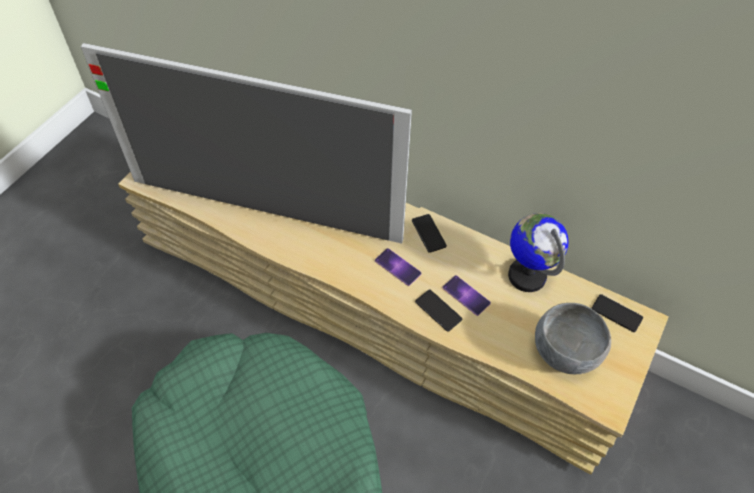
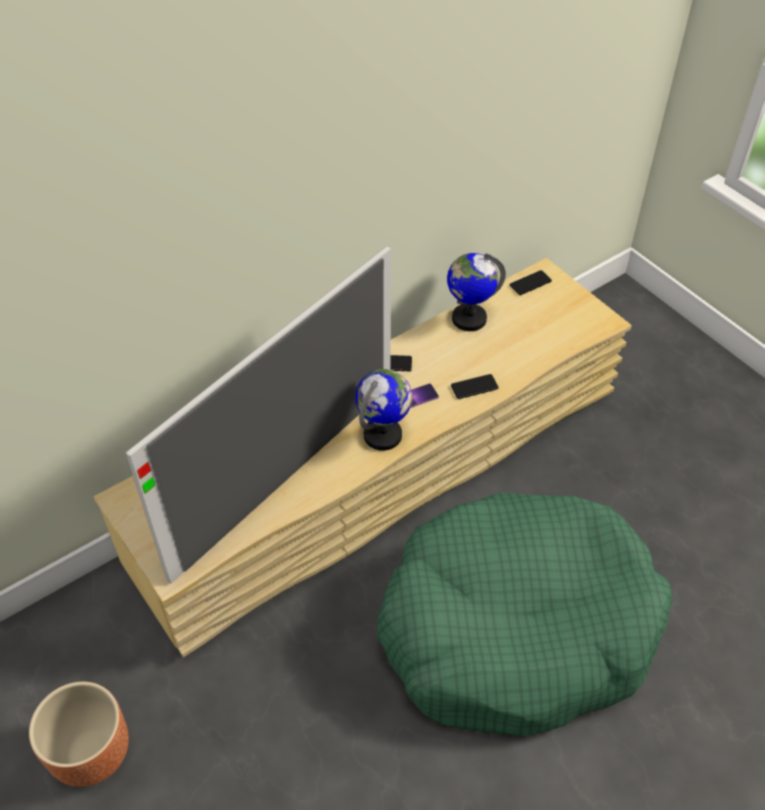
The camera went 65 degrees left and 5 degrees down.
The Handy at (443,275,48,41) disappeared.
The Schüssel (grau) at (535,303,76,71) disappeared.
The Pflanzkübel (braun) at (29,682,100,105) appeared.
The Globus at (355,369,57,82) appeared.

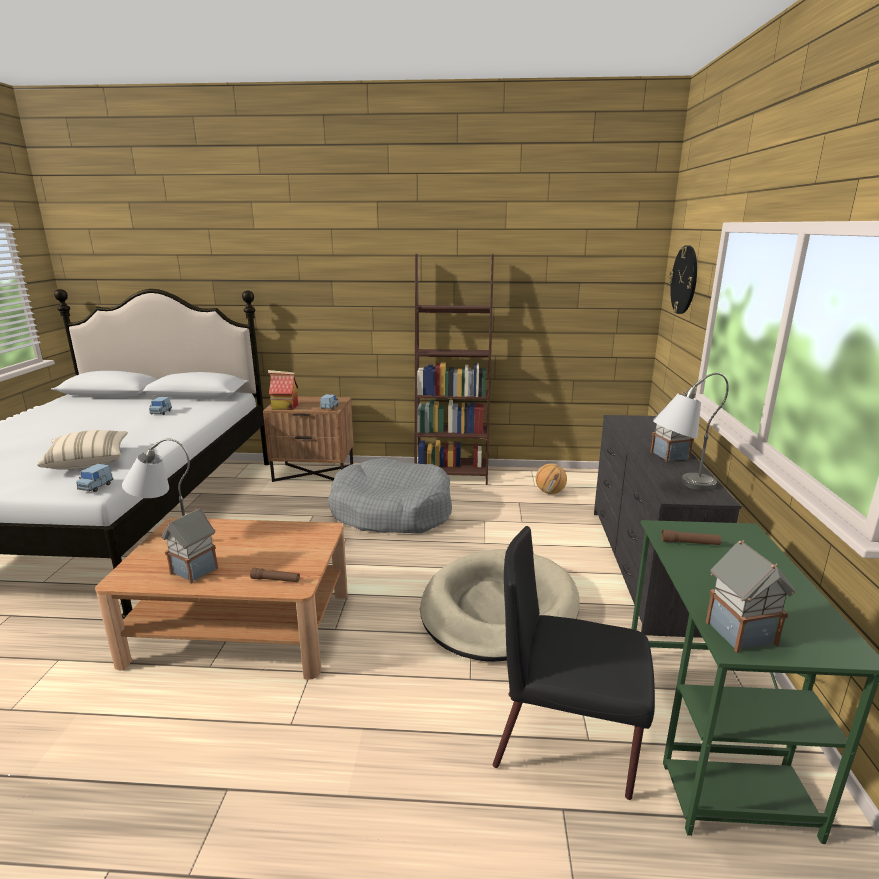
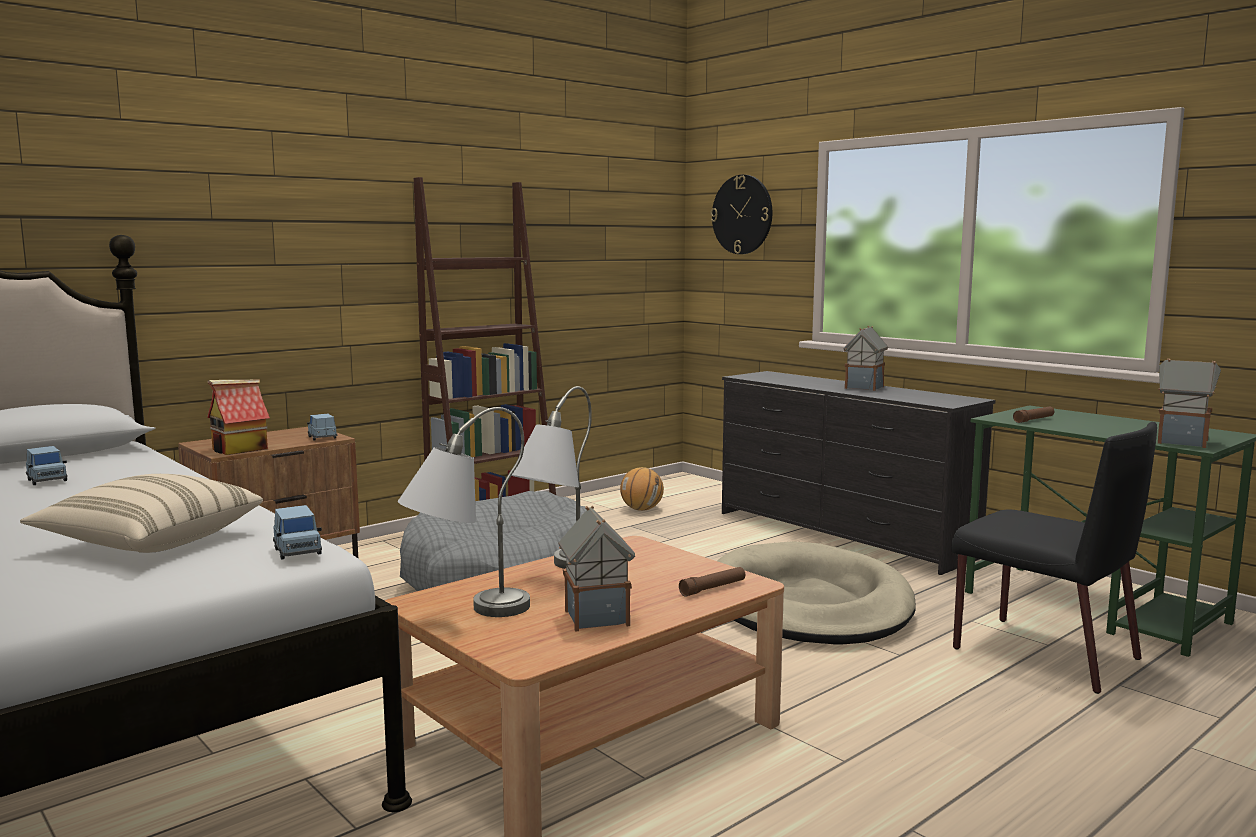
The camera went 45 degrees left and 10 degrees down.
The Tischlampe (grau) moved from (653,373,76,118) to (511,386,81,183).
The Stuhl (schwarz) at (493,526,162,274) turned 105 degrees counterclockwise.

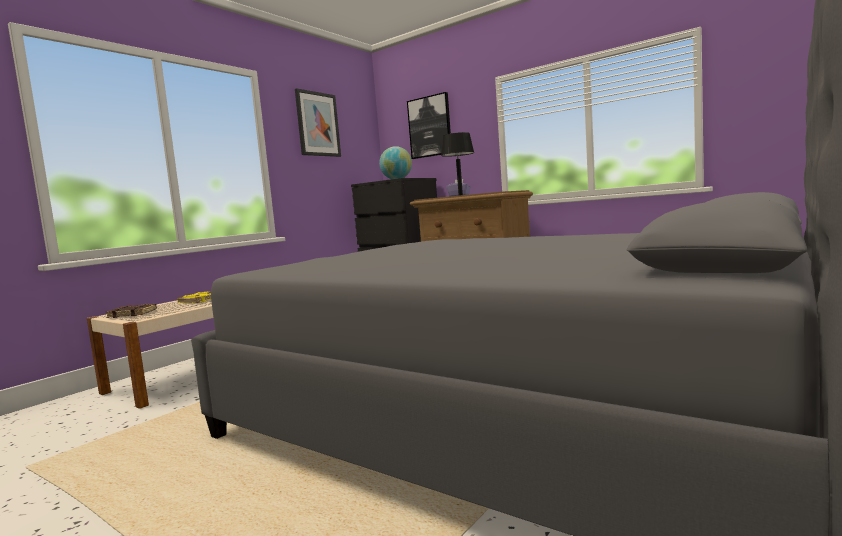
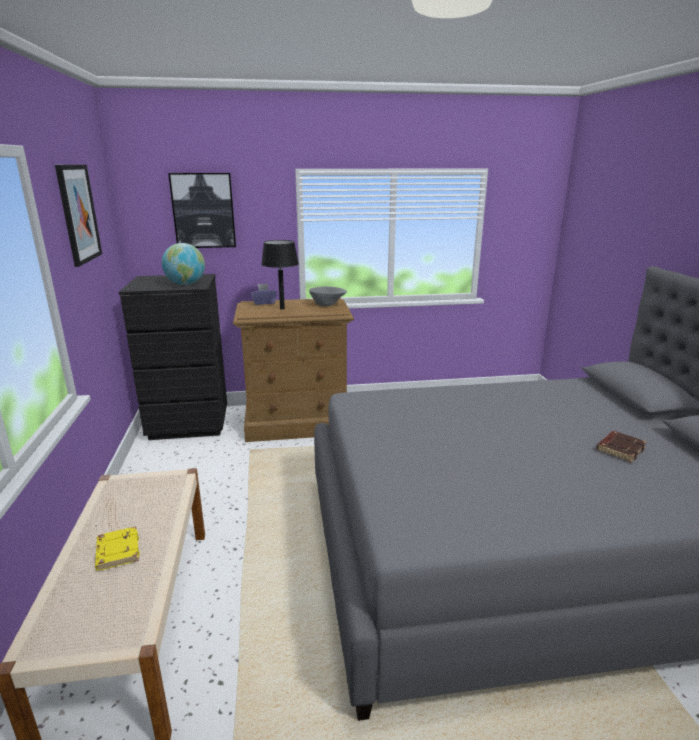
The camera went 45 degrees left and 15 degrees up.
The Schüssel (grau) at (309,286,38,20) appeared.
The Buch (braun) moved from (106,304,51,14) to (596,431,51,32).

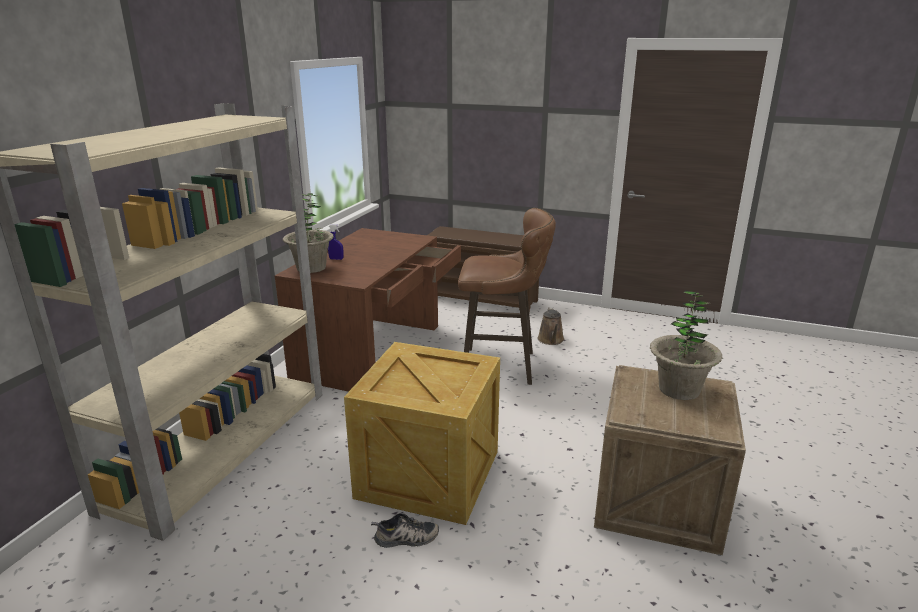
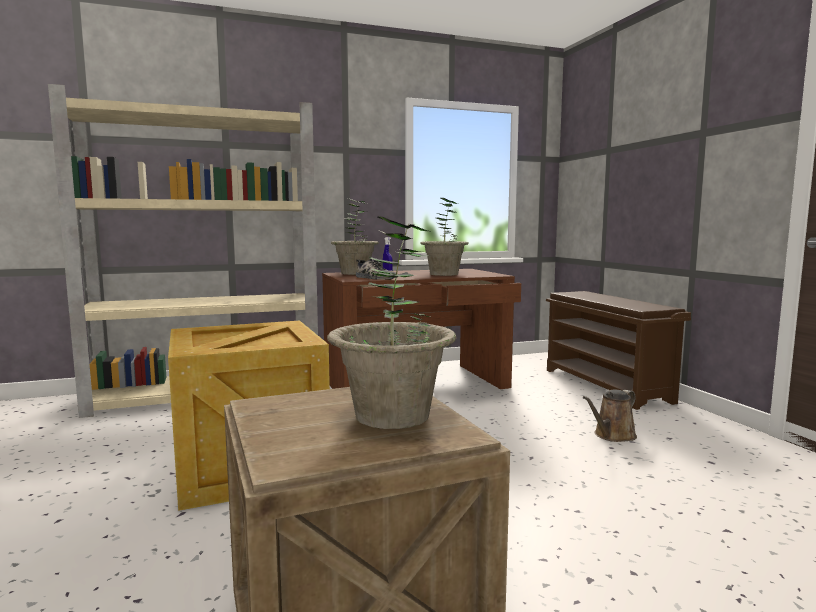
The camera went 50 degrees right and 15 degrees down.
The Hocker (braun) at (458,208,98,177) disappeared.
The Topfpflanze at (420,198,49,78) appeared.
The Schuh moved from (371,513,68,35) to (356,259,38,21).

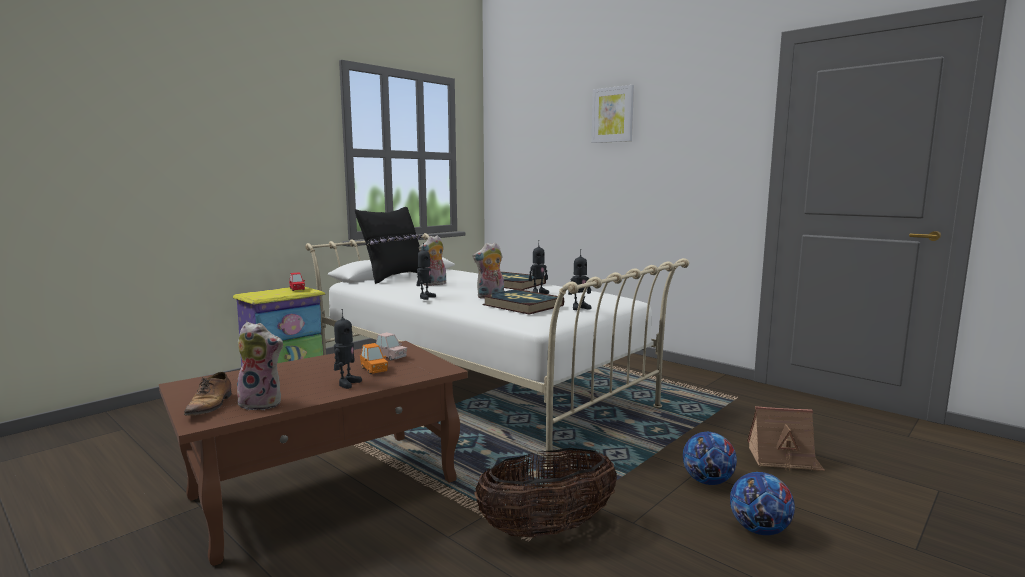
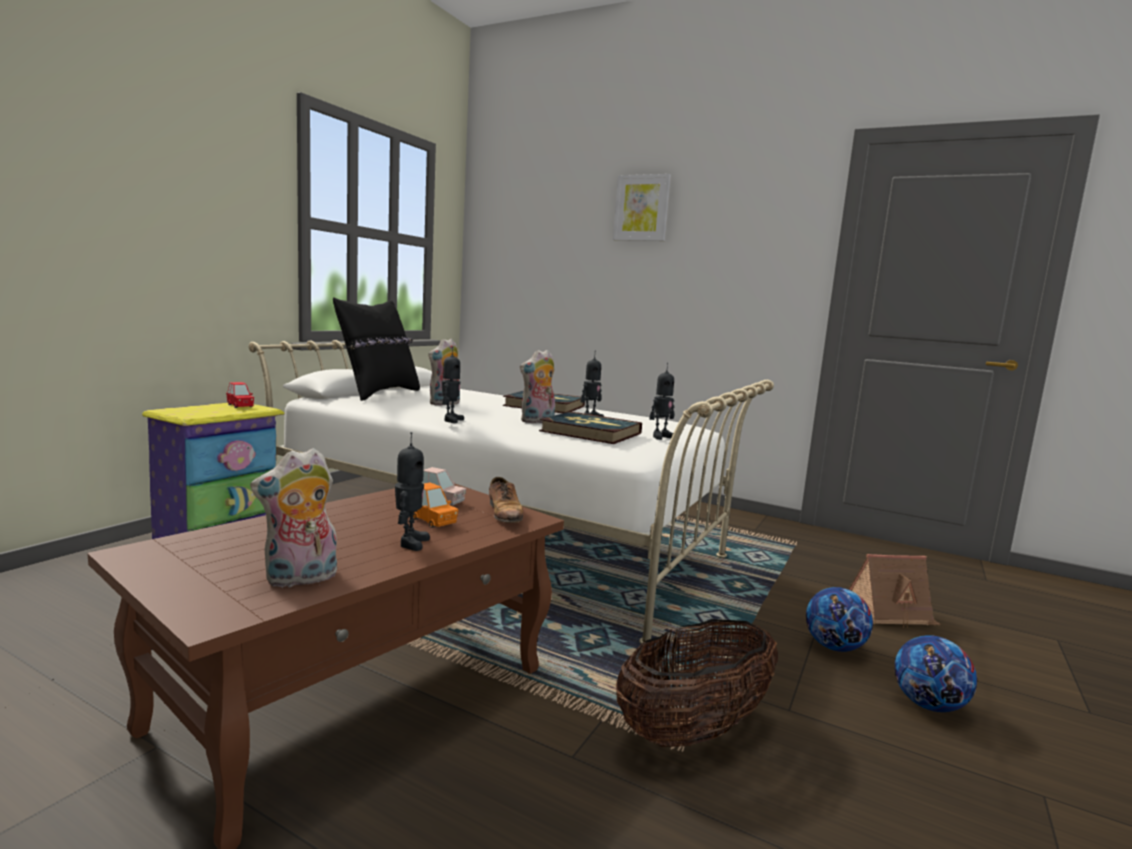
The camera went 15 degrees left and 0 degrees up.
The Schuh moved from (184,372,48,44) to (489,477,34,46).
The Plüschtier at (237,322,46,88) turned 150 degrees clockwise.

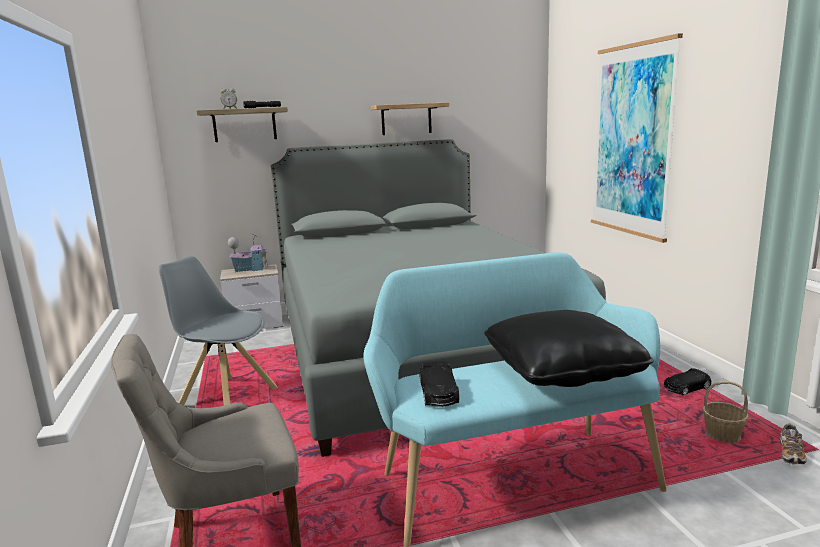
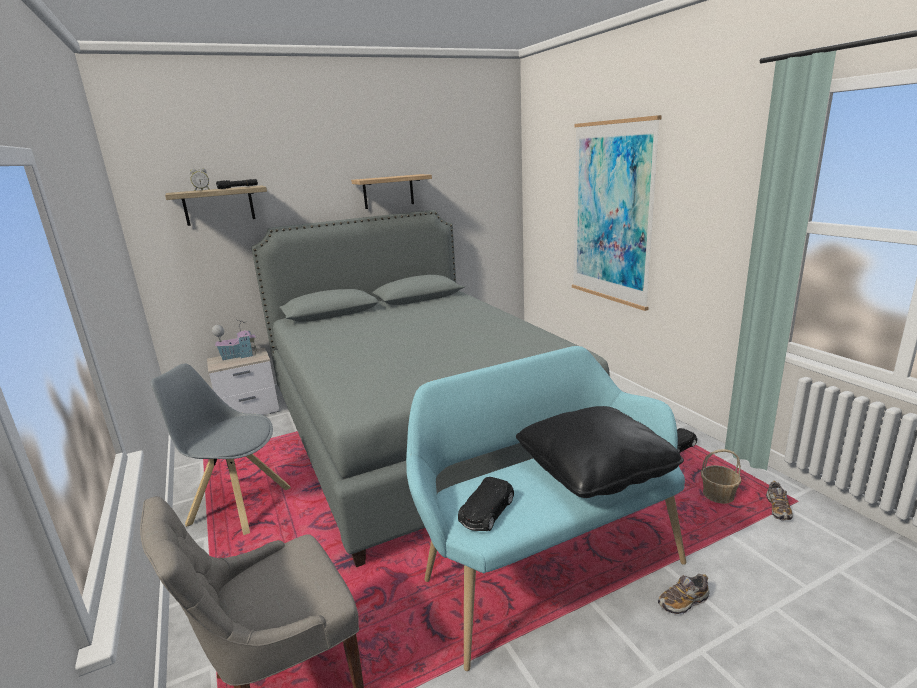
The camera went 10 degrees left and 5 degrees up.
The Schuh at (658,574,51,40) appeared.
The Spielzeugauto (schwarz) at (419,361,40,46) turned 45 degrees clockwise.

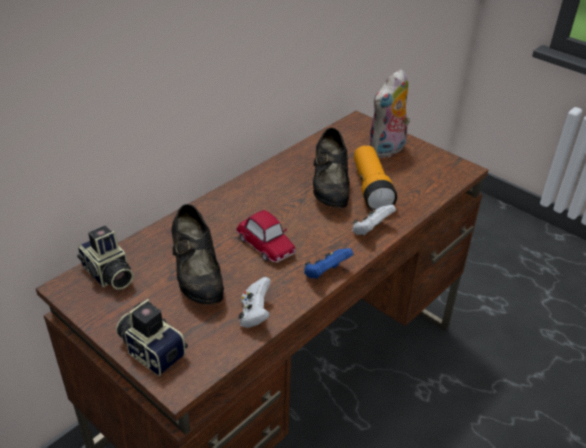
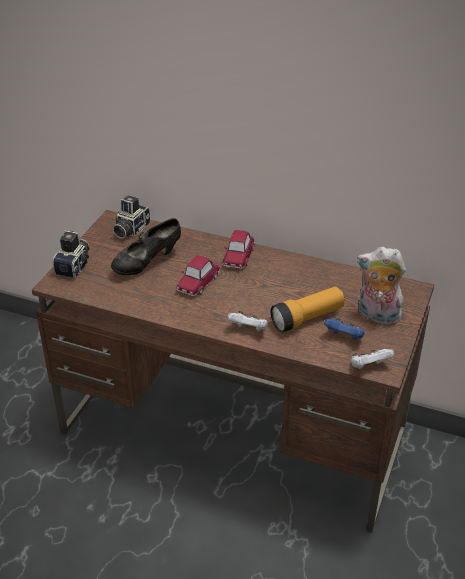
The camera went 70 degrees right and 0 degrees up.
The Schuh (schwarz) at (313,128,37,80) disappeared.
The Spielzeugauto at (223,230,32,39) appeared.
The Gamepad (weiß) moved from (239,277,32,51) to (351,349,43,20).
The Gamepad (blau) moved from (304,248,50,31) to (324,318,41,22).

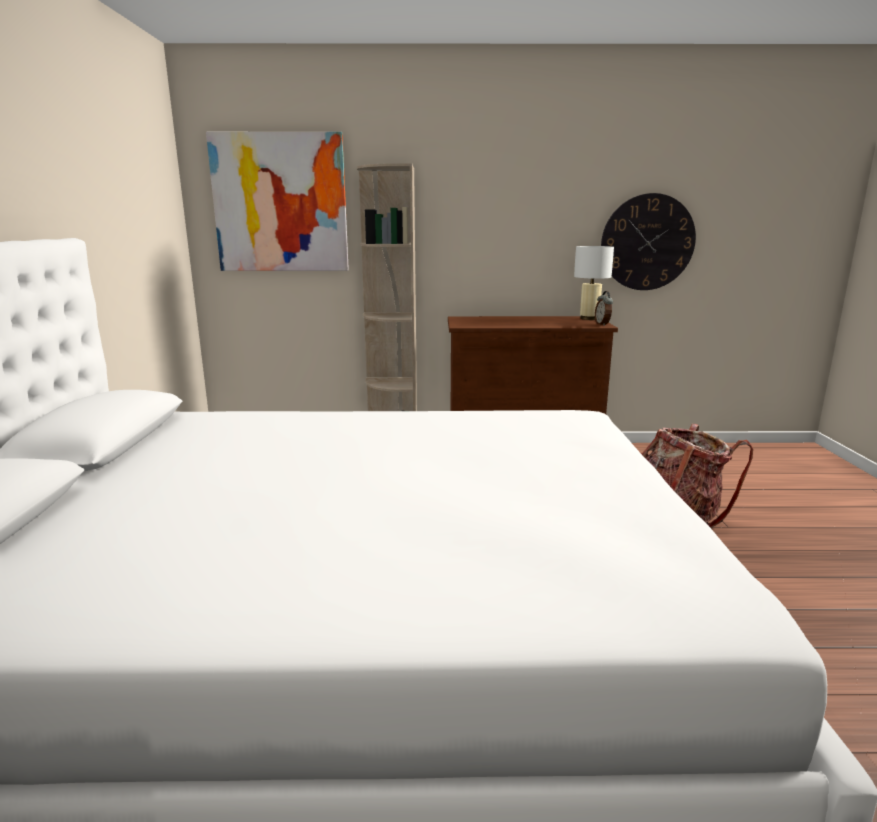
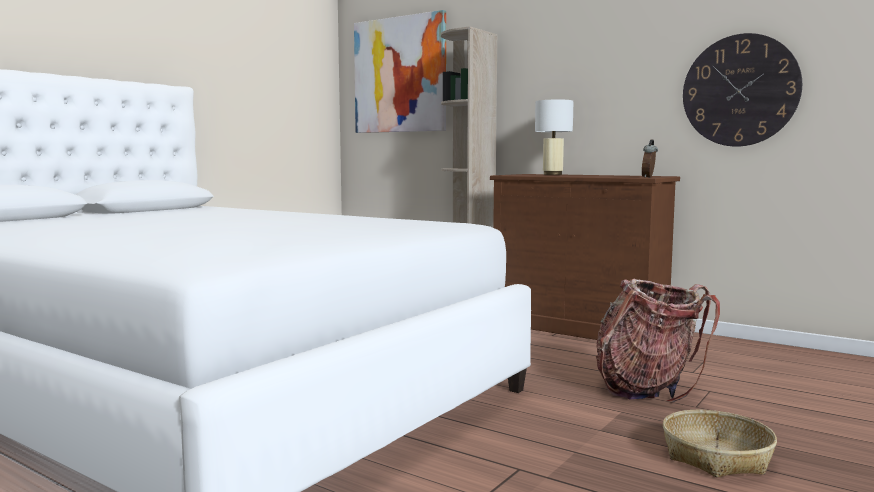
The camera went 35 degrees right and 10 degrees down.
The Korb at (663,410,114,67) appeared.
The Tischlampe (weiß) moved from (574,246,40,74) to (535,100,38,75).

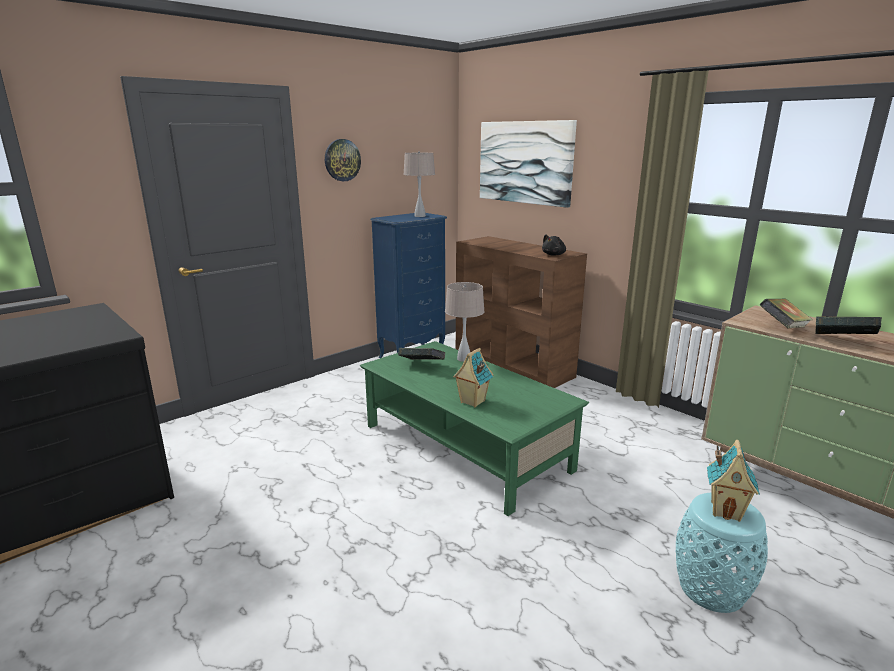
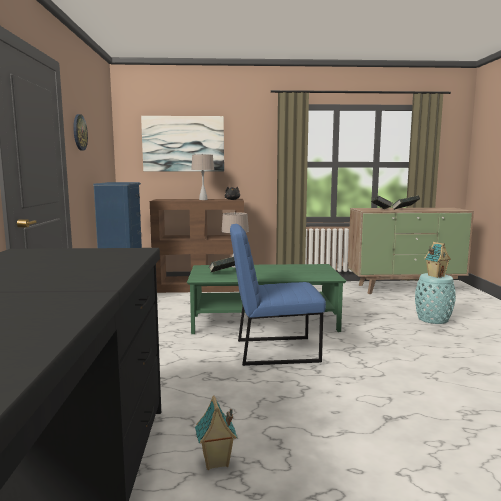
The camera went 50 degrees left and 10 degrees down.
The Stuhl (blau) at (230,224,96,142) appeared.
The Tischlampe (beige) moved from (403,151,32,66) to (191,154,23,46).
The Spielzeughaus moved from (453,348,40,60) to (195,395,43,75).

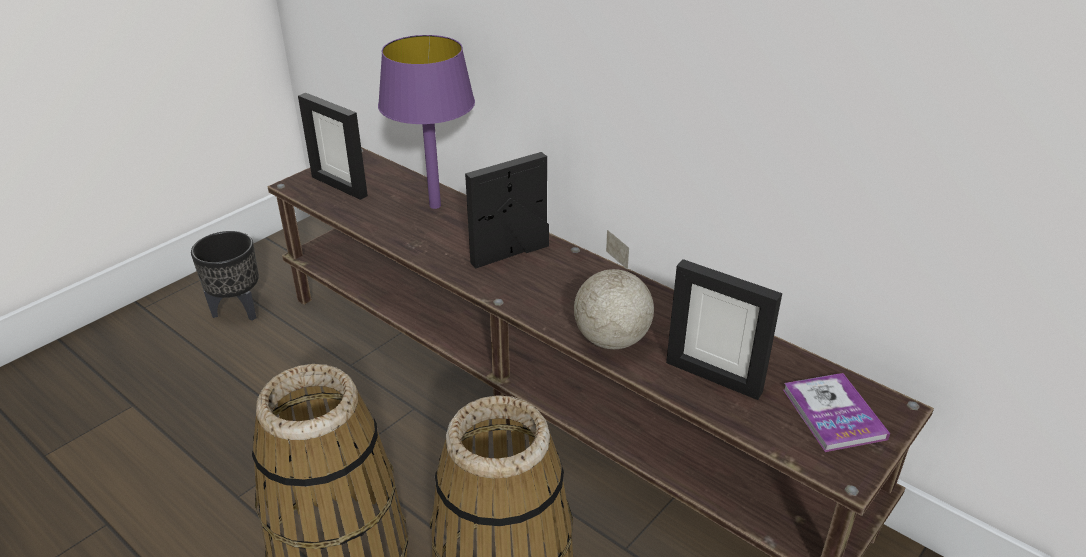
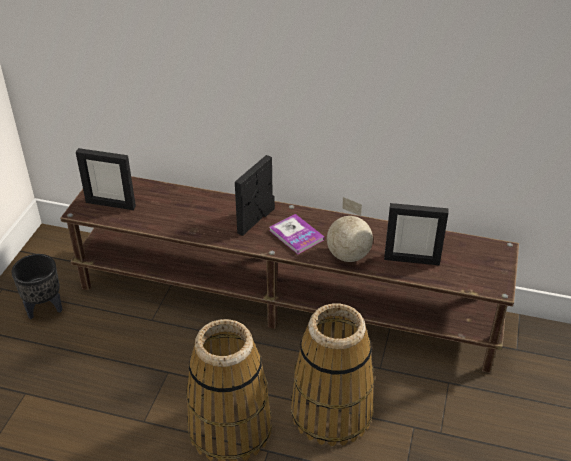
The camera went 25 degrees left and 5 degrees up.
The Tischlampe (lila) at (378,35,97,174) disappeared.
The Buch moved from (783,373,107,79) to (269,214,55,40).

